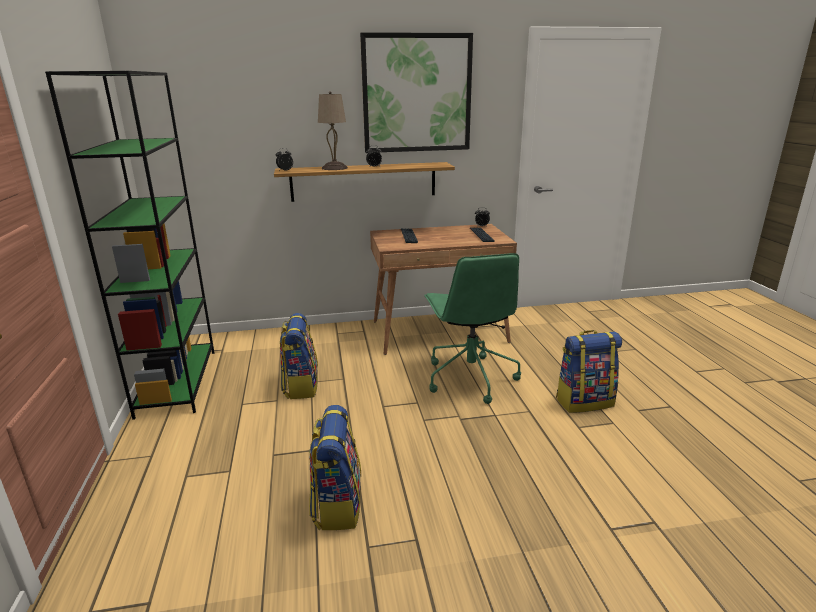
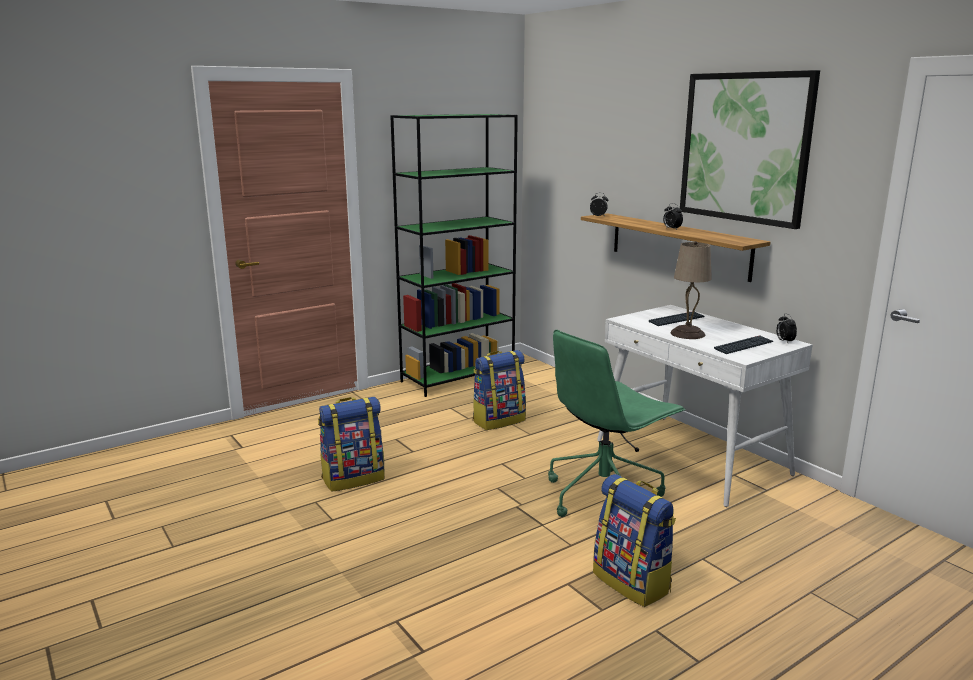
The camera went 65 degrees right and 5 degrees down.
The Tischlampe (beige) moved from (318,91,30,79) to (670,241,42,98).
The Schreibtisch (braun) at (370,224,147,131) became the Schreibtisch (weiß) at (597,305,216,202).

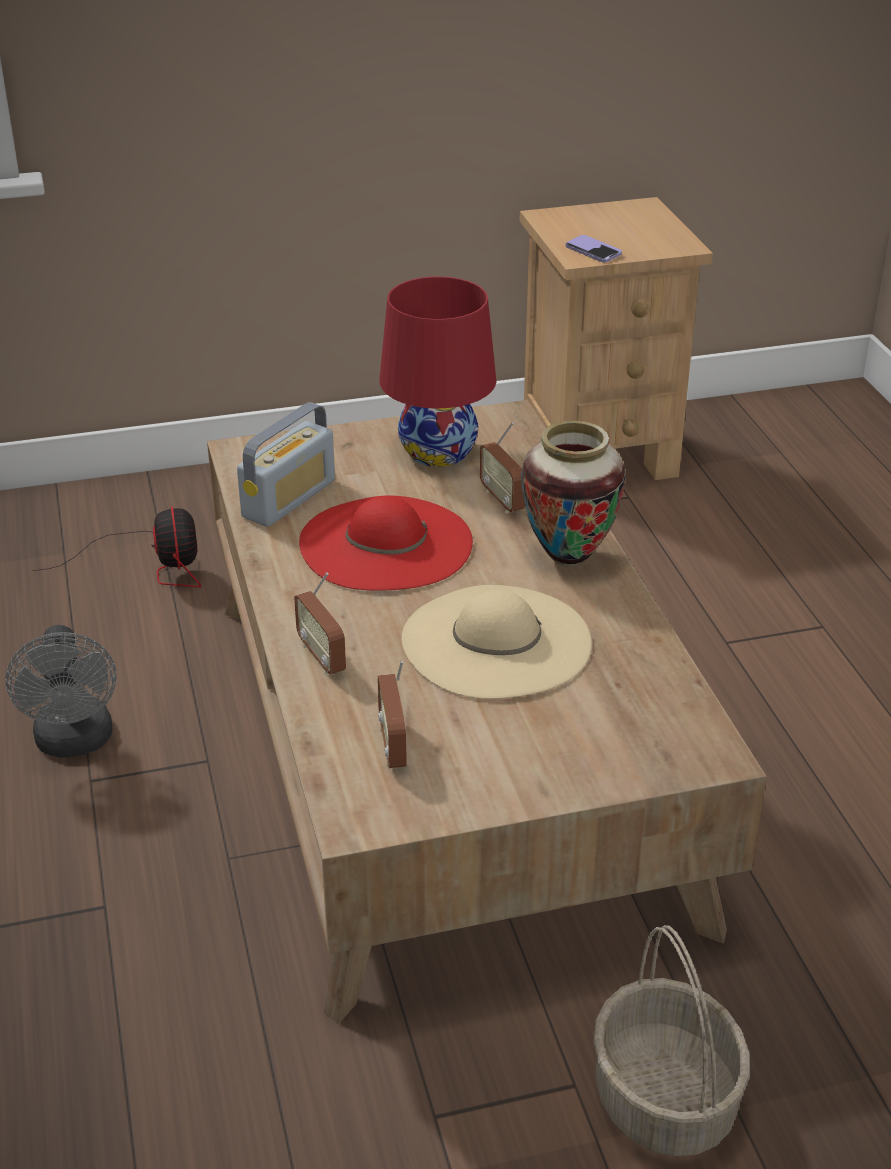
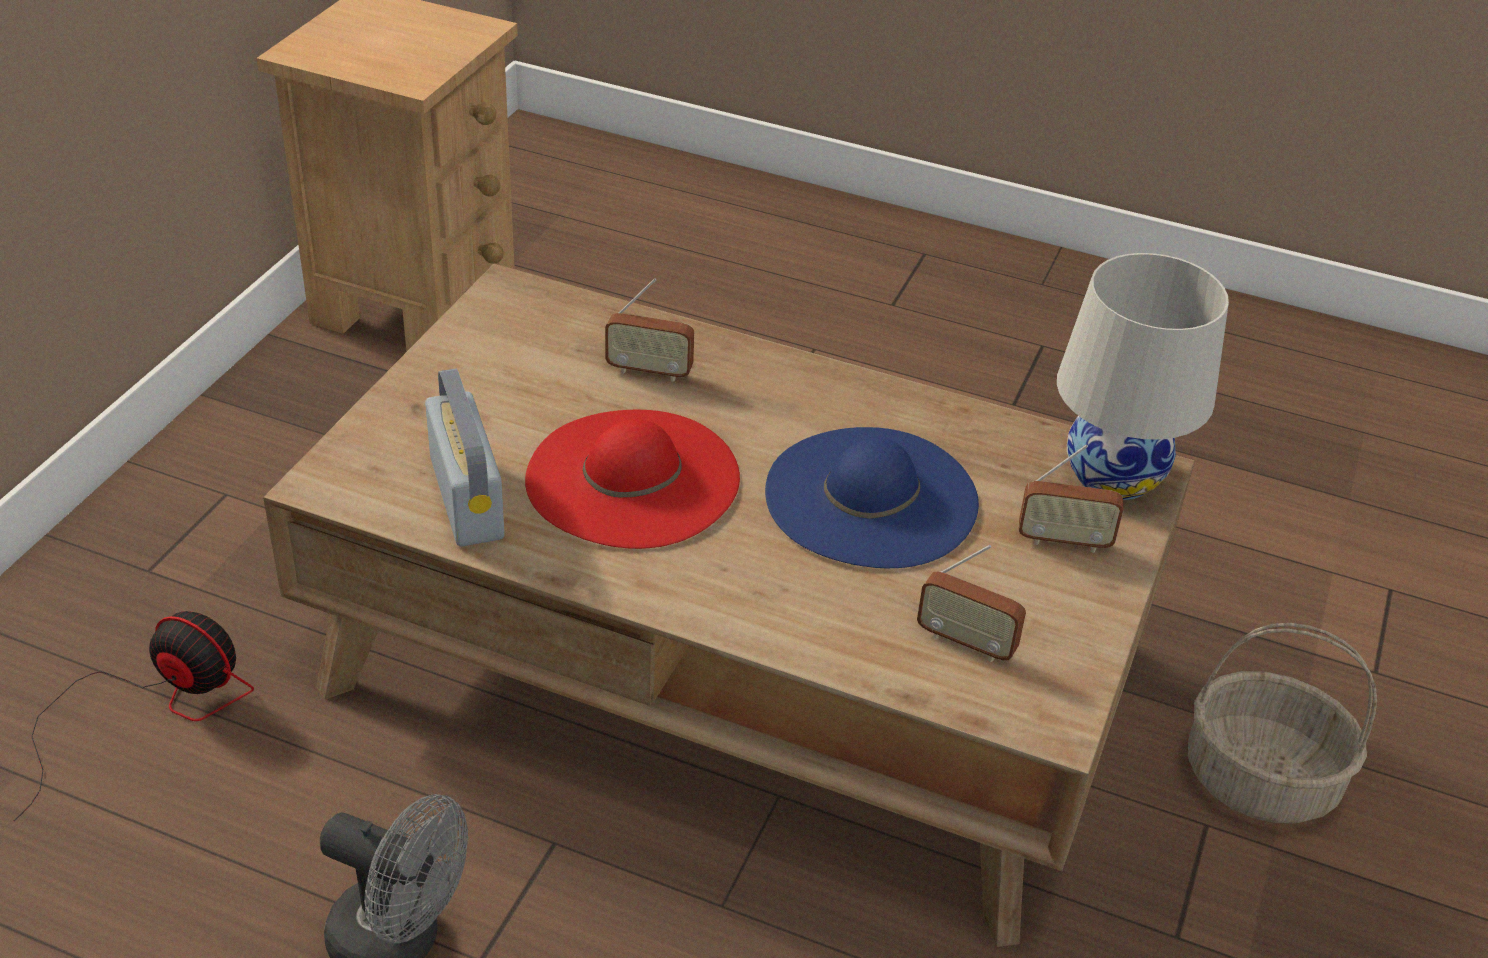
The camera went 55 degrees left and 5 degrees up.
The Tischlampe (rot) at (379,276,118,191) disappeared.
The Vase at (521,421,105,146) disappeared.
The Handy at (566,235,56,28) disappeared.
The Tischlampe (weiß) at (1057,253,172,247) appeared.
The Radio moved from (294,572,52,103) to (1019,444,104,109).
The Hut (beige) at (401,585,191,114) became the Hut (blau) at (765,427,214,141).

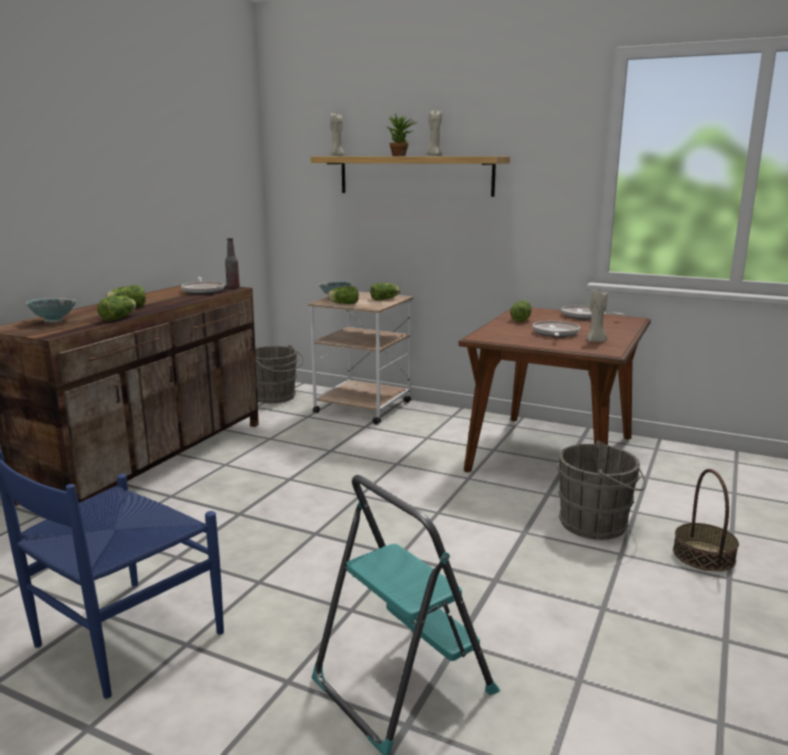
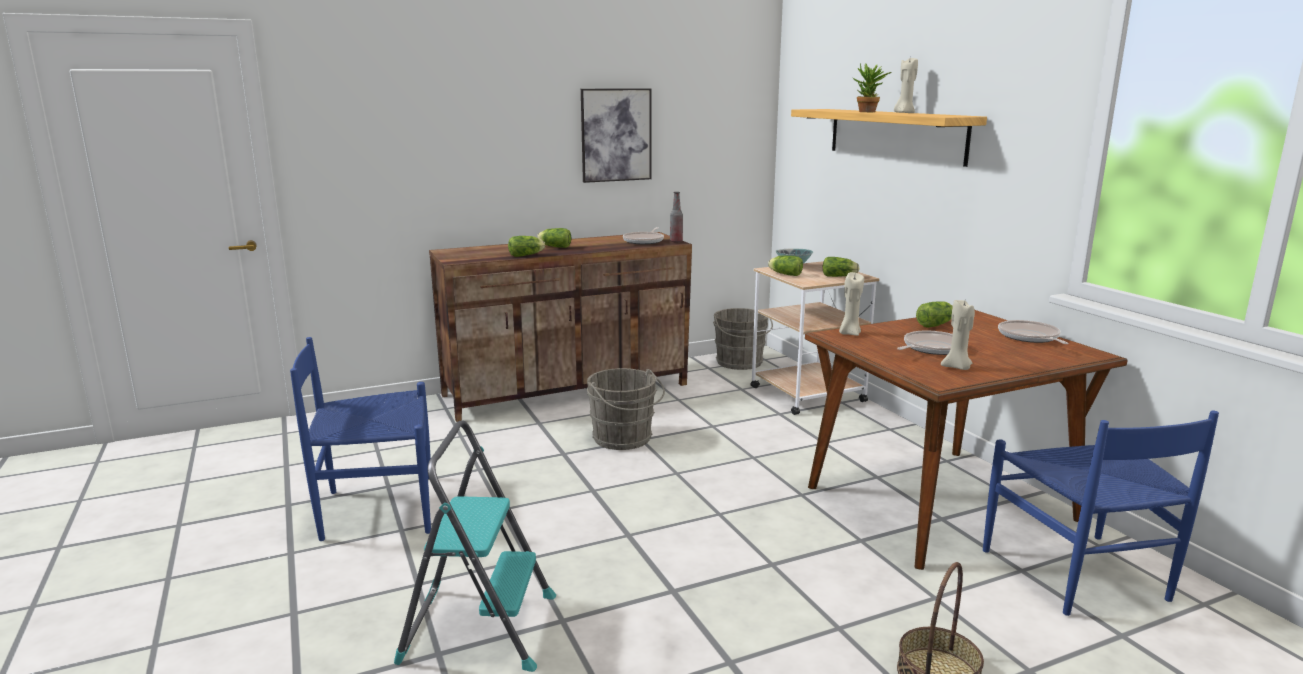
The camera went 40 degrees right and 0 degrees up.
The Schüssel at (25,298,52,24) disappeared.
The Bild at (581,88,70,95) appeared.
The Stuhl (blau) at (983,411,236,205) appeared.
The Kerze (beige) moved from (330,113,15,43) to (839,272,25,64).
The Eimer (grau) moved from (557,441,89,99) to (587,368,78,82).

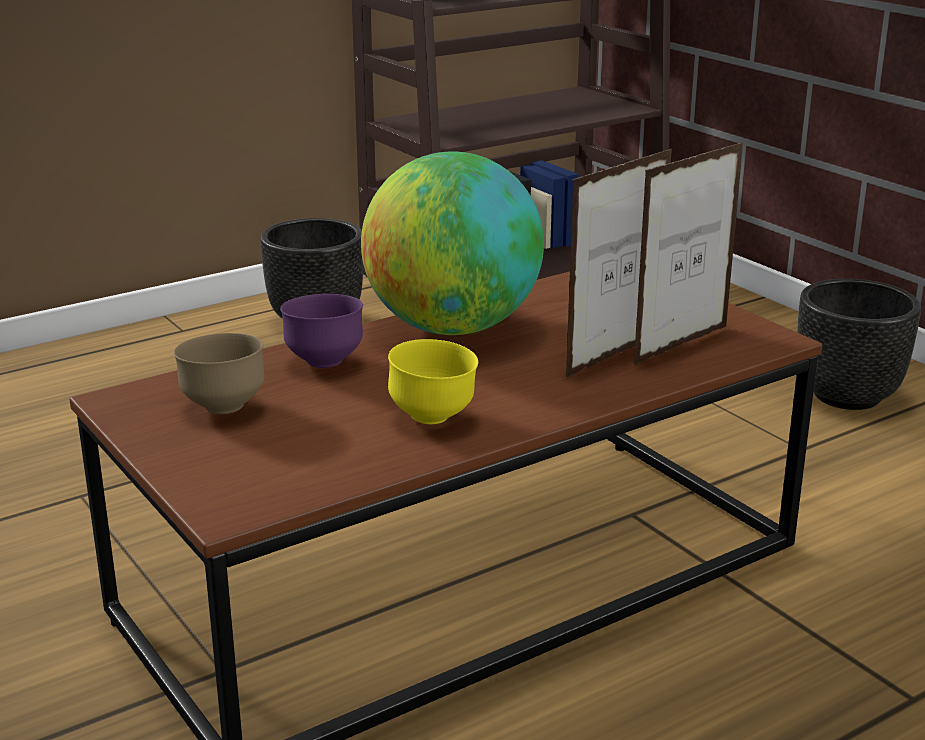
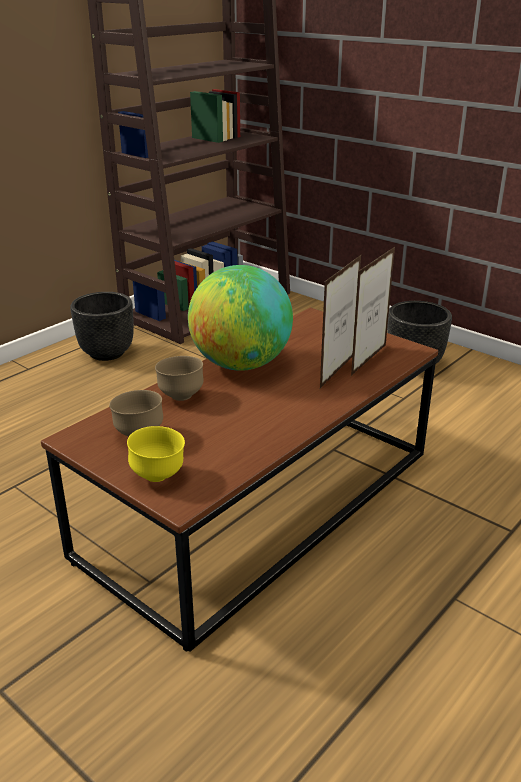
The camera went 15 degrees left and 5 degrees up.
The Schüssel (gelb) moved from (388,339,90,85) to (127,426,58,56).
The Schüssel (lila) at (280,294,83,74) became the Schüssel (braun) at (155,356,49,45).

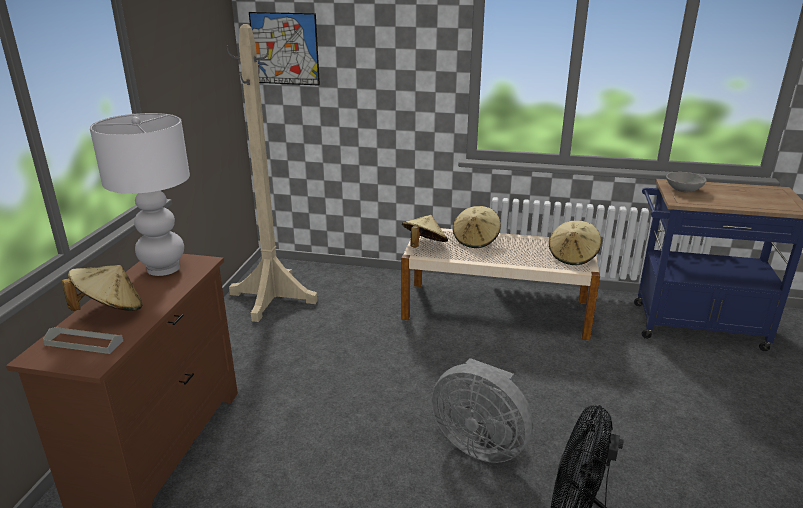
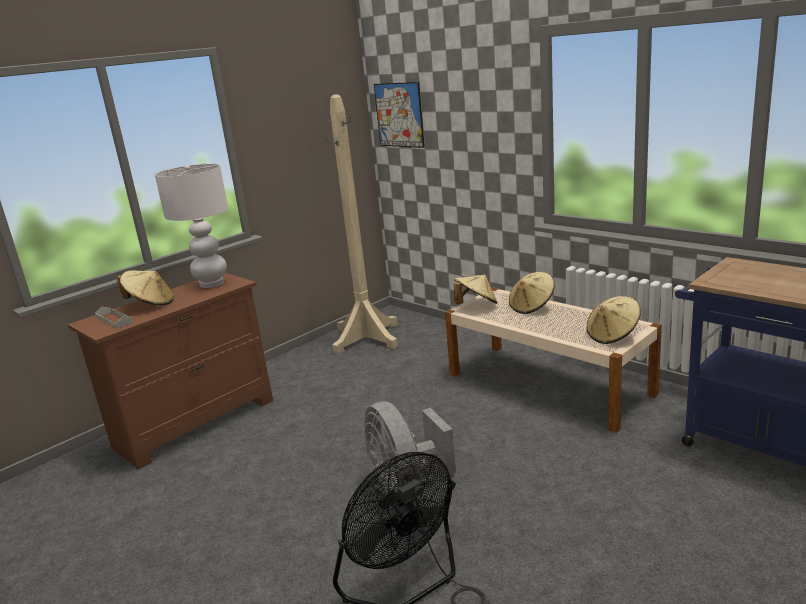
The camera went 35 degrees right and 5 degrees down.
The Schüssel (grau) at (666,172,41,20) disappeared.

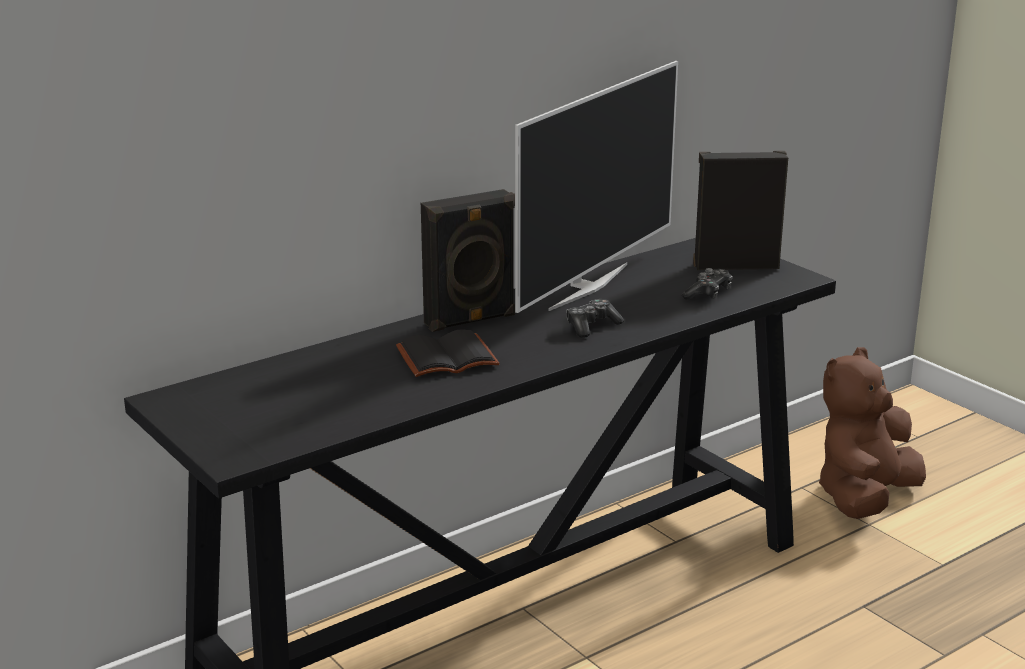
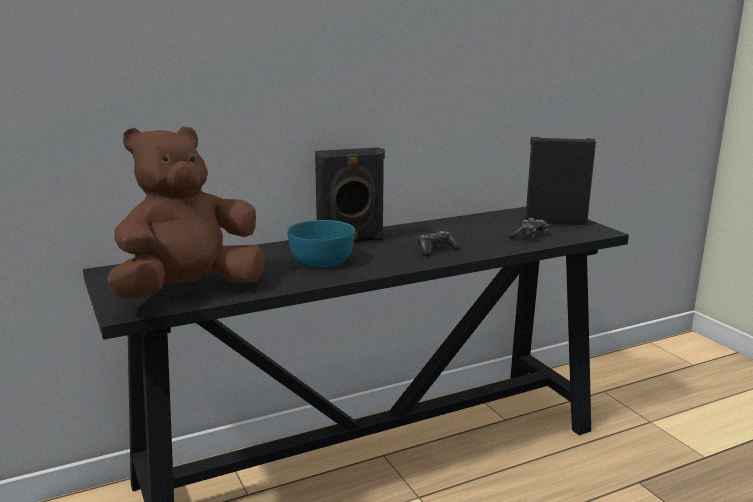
The camera went 10 degrees right and 5 degrees down.
The Fernseher at (515,61,163,252) disappeared.
The Plüschtier (braun) moved from (819,347,107,172) to (107,126,158,173).
The Buch (schwarz) at (396,329,104,48) was replaced by the Schüssel (türkis) at (287,220,68,47).

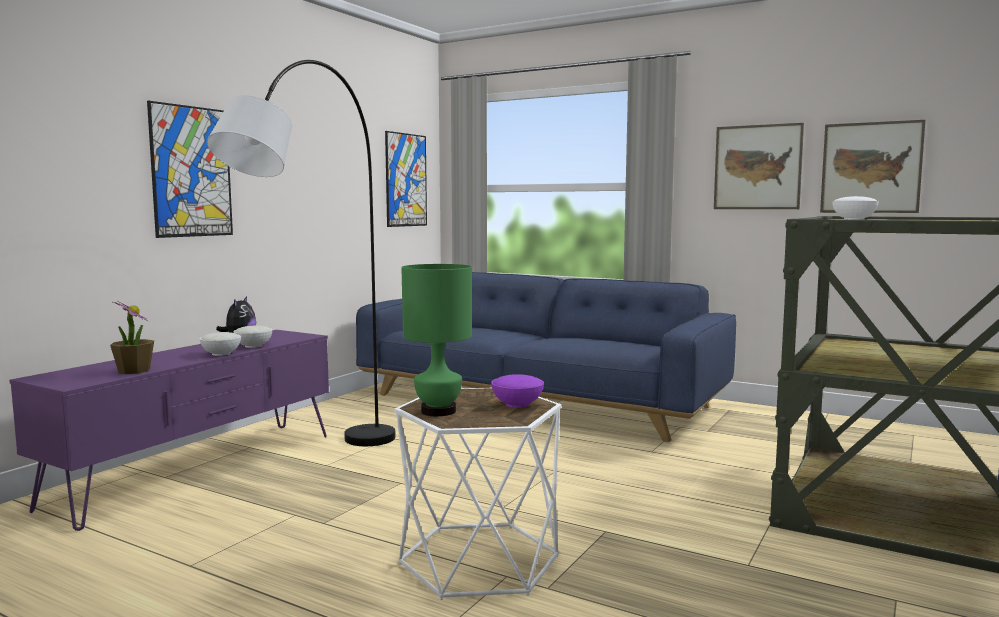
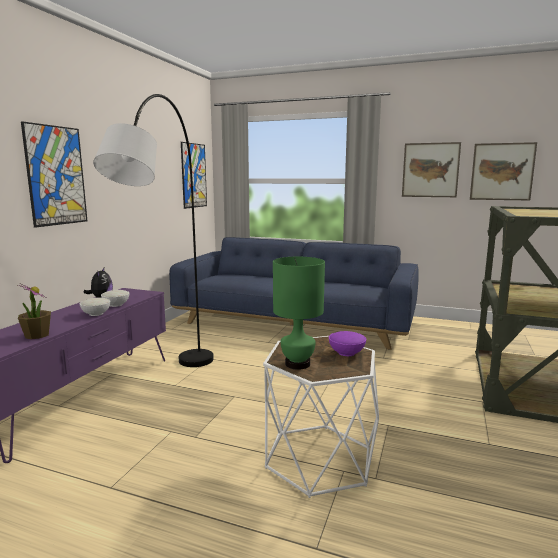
The camera went 10 degrees left and 5 degrees up.
The Schüssel (weiß) at (832,196,47,24) disappeared.

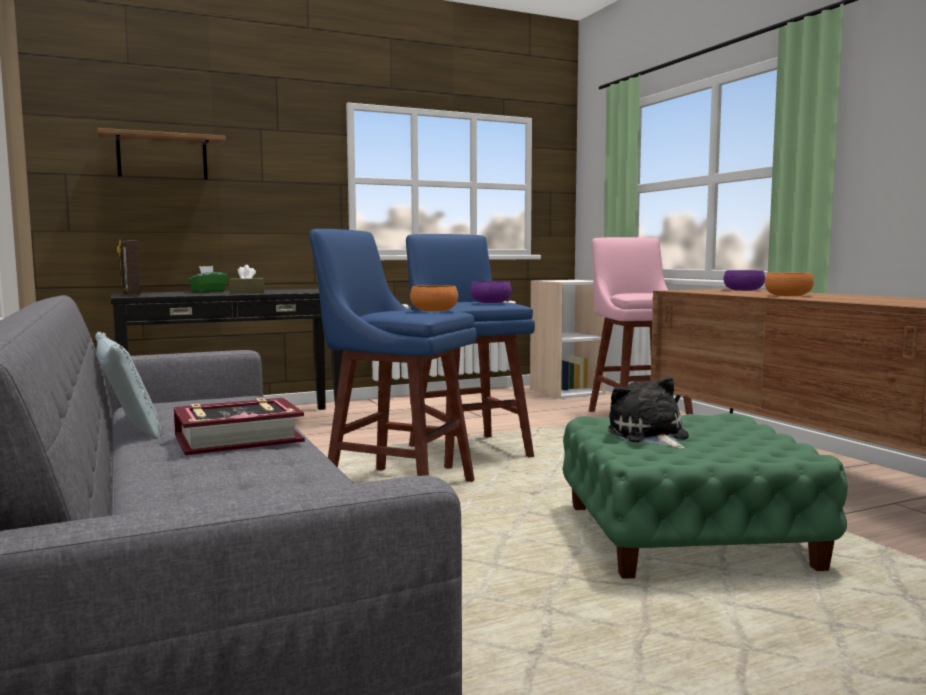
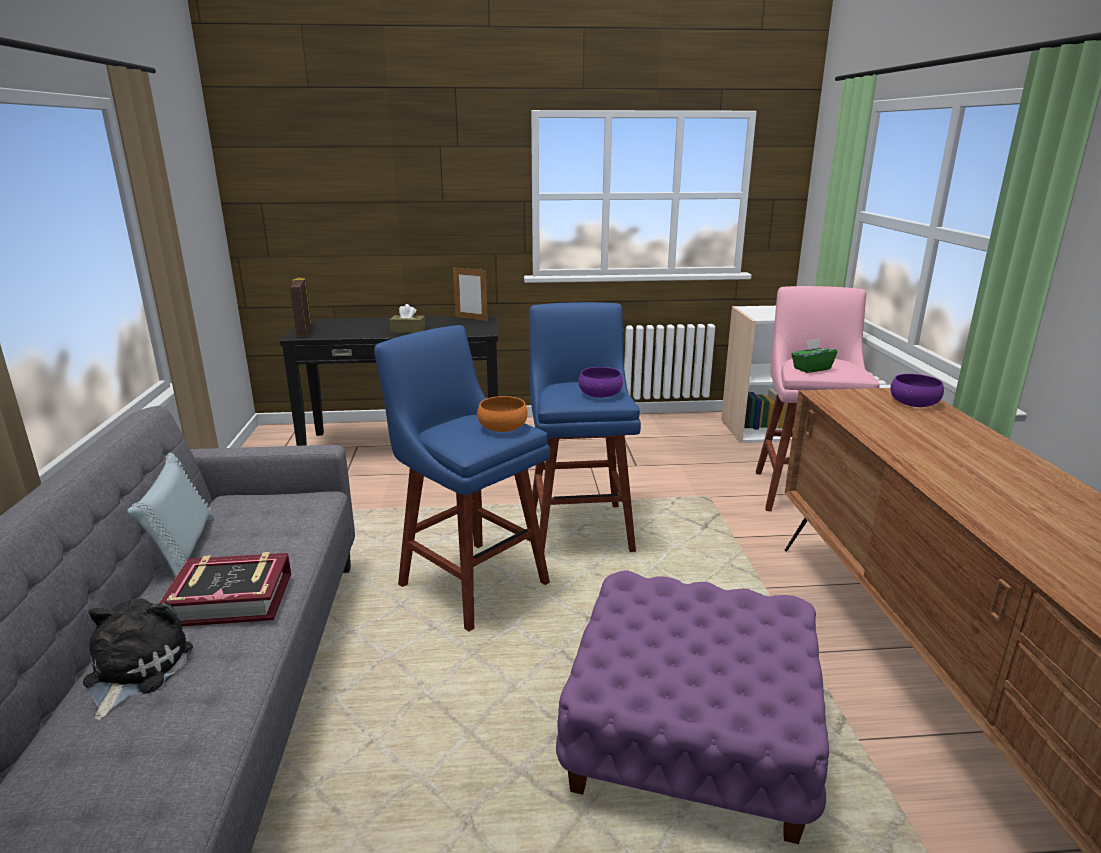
The camera went 20 degrees right and 15 degrees up.
The Wandregal at (98,128,128,52) disappeared.
The Schüssel (orange) at (765,272,49,24) disappeared.
The Bilderrahmen at (453,266,35,55) appeared.
The Taschentuchbox (grün) moved from (188,266,40,26) to (791,338,46,35).
The Plüschtier moved from (608,377,81,72) to (83,598,110,122).
The Polsterhocker (grün) at (563,413,285,166) became the Polsterhocker (lila) at (556,570,273,274).

